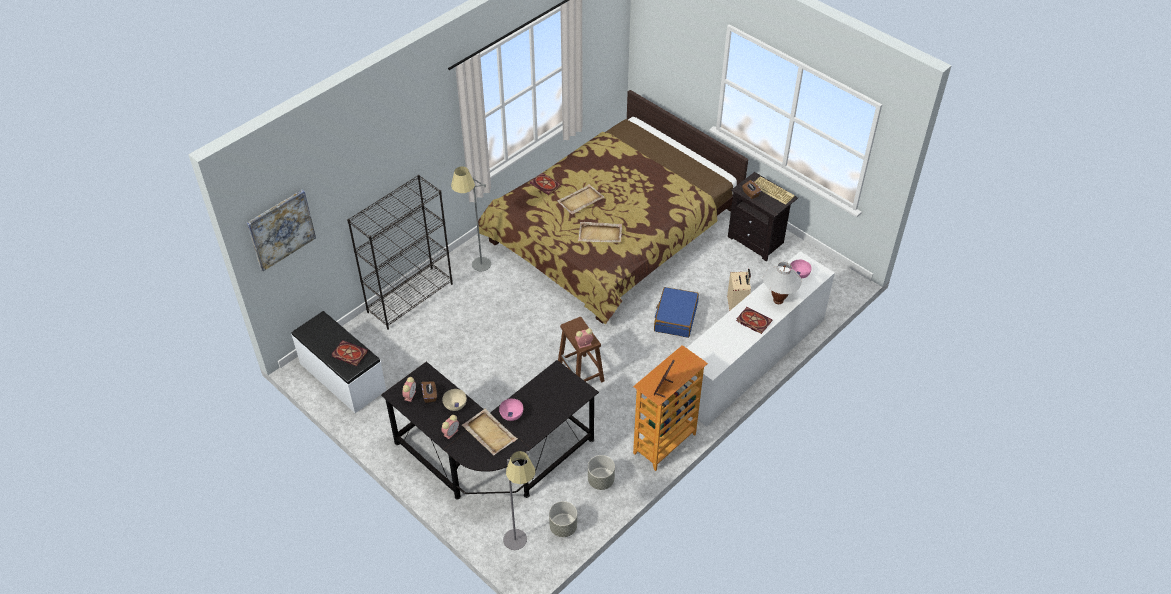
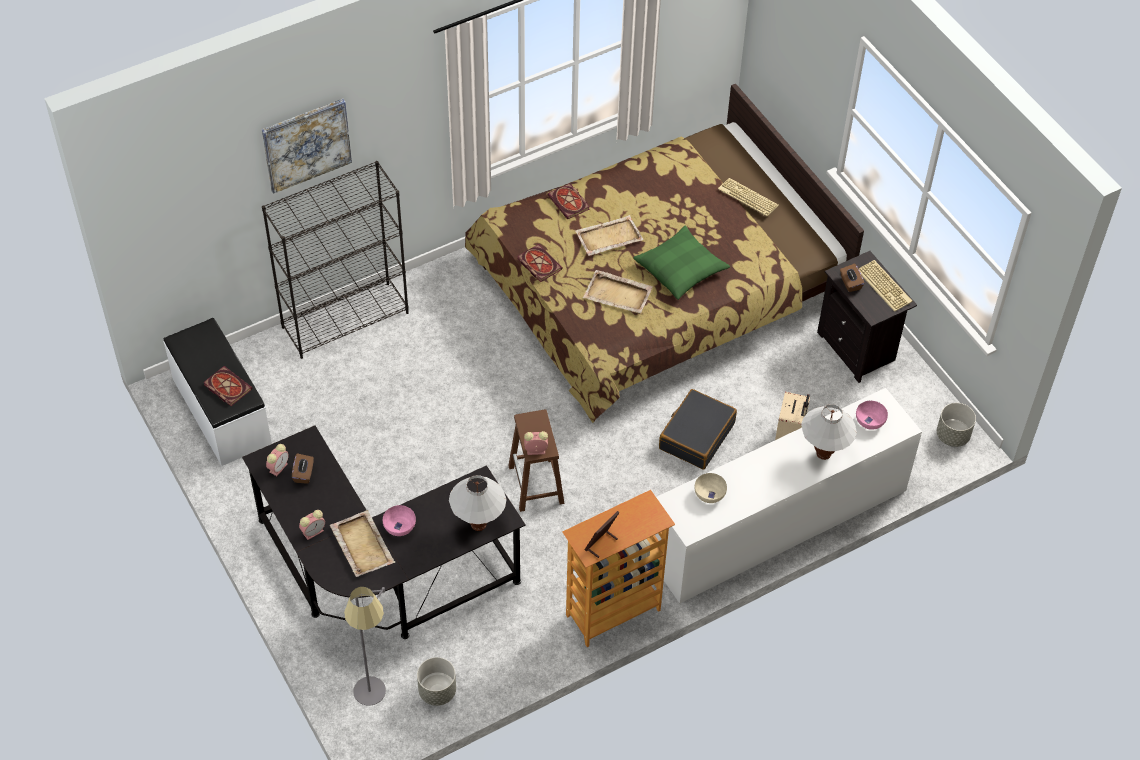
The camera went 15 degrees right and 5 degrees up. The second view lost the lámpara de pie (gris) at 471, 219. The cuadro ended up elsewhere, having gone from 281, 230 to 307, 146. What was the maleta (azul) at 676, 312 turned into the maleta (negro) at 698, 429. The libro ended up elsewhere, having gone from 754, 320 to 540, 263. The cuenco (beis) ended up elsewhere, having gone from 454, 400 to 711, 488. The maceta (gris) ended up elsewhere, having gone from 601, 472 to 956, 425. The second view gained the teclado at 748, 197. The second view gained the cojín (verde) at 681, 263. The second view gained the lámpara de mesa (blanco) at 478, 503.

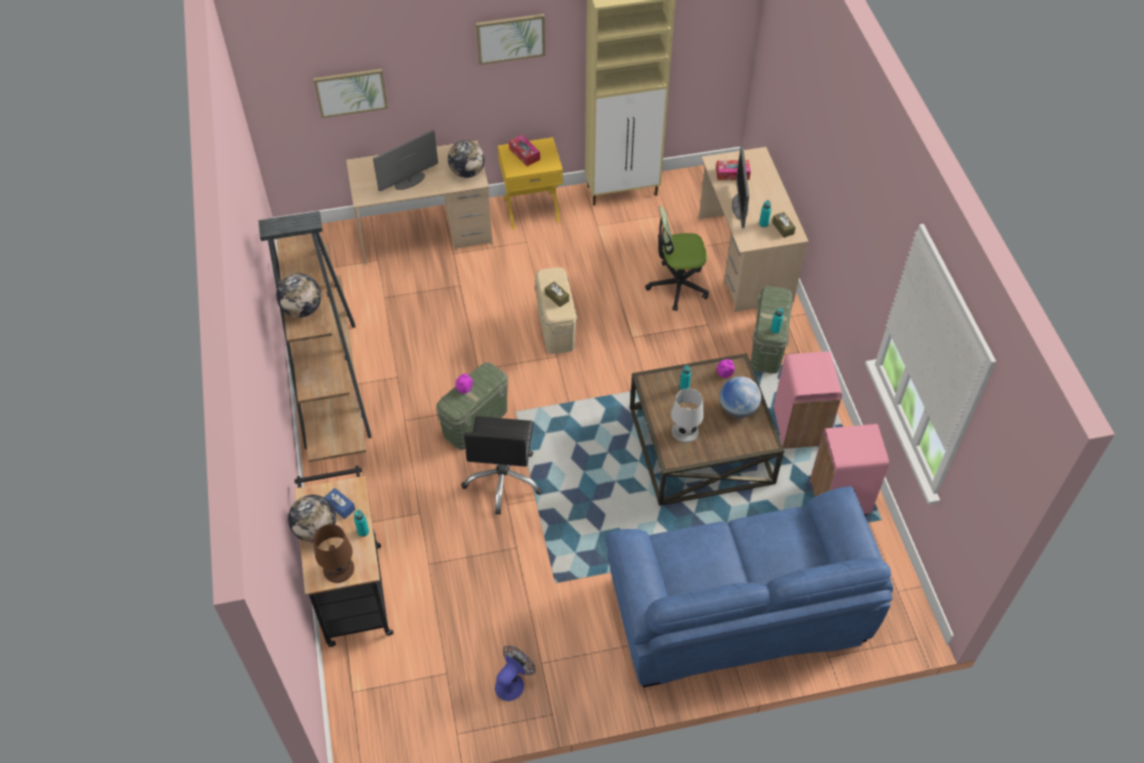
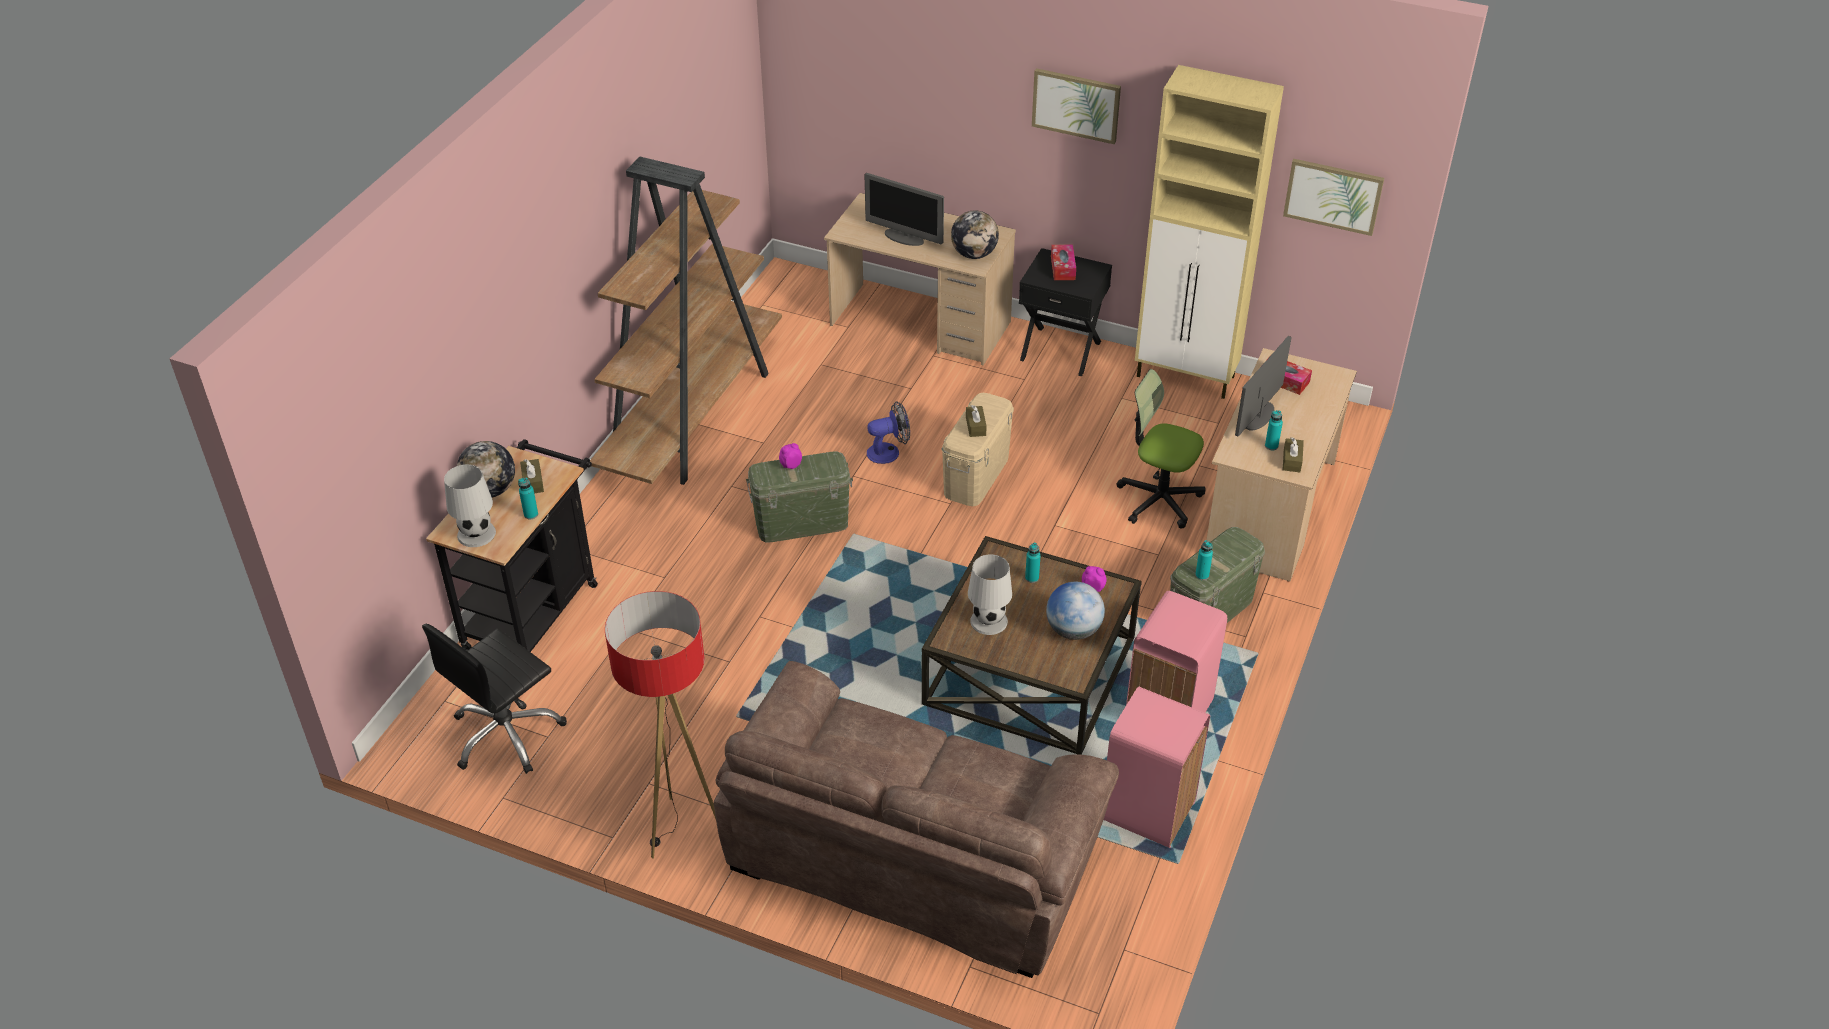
The camera went 35 degrees right and 10 degrees down. The cuadro ended up elsewhere, having gone from 350, 93 to 1333, 197. The monitor at 405, 160 ended up facing another way, 150 degrees counterclockwise from before. What was the mesita de noche (amarillo) at 530, 183 turned into the mesita de noche (negro) at 1065, 312. The second view lost the globo terráqueo at 298, 295. The silla de oficina (negro) ended up elsewhere, having gone from 502, 465 to 494, 699. What was the sofá (azul) at 749, 587 turned into the sofá (marrón) at 916, 819. What was the caja de pañuelos (azul) at 339, 503 turned into the caja de pañuelos (marrón) at 532, 476. What was the lámpara de mesa (marrón) at 333, 553 turned into the lámpara de mesa (blanco) at 470, 505. The ventilador ended up elsewhere, having gone from 515, 673 to 888, 432. The second view gained the lámpara de pie at 660, 725.

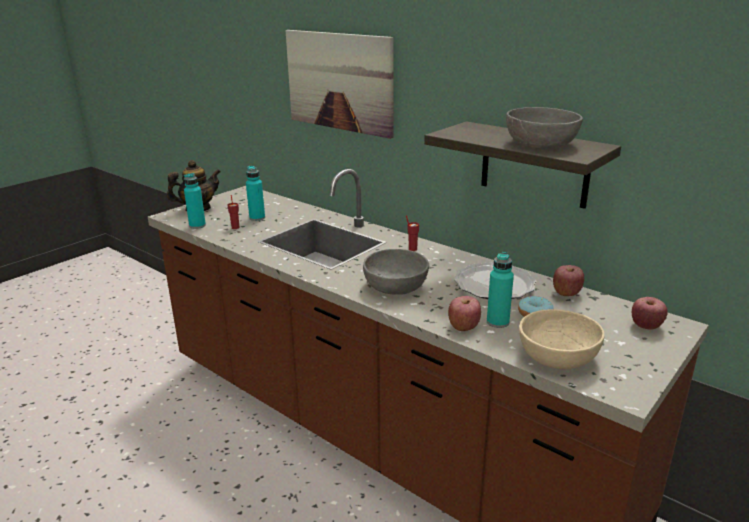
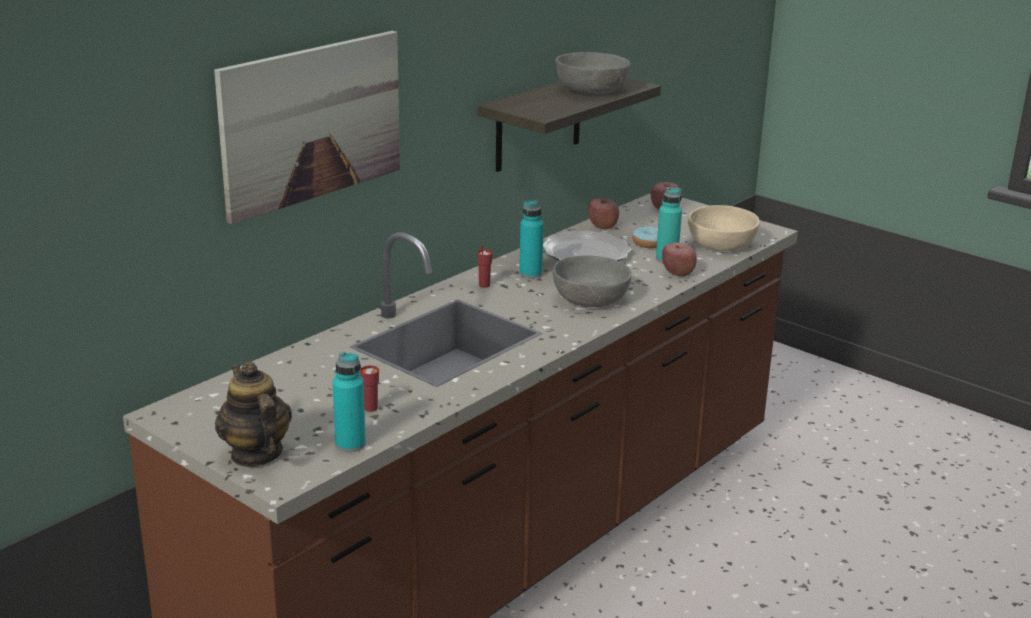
The camera went 90 degrees left and 0 degrees up. The botella (turquesa) ended up elsewhere, having gone from 255, 193 to 531, 239.

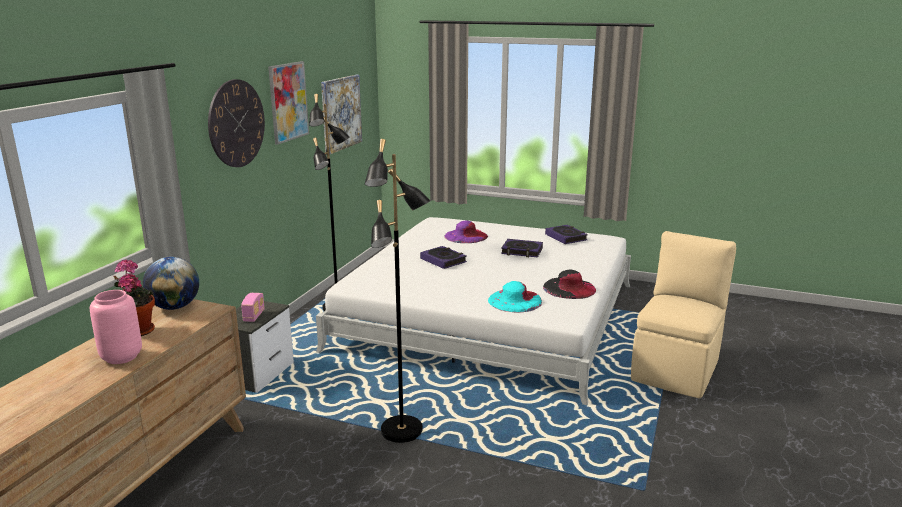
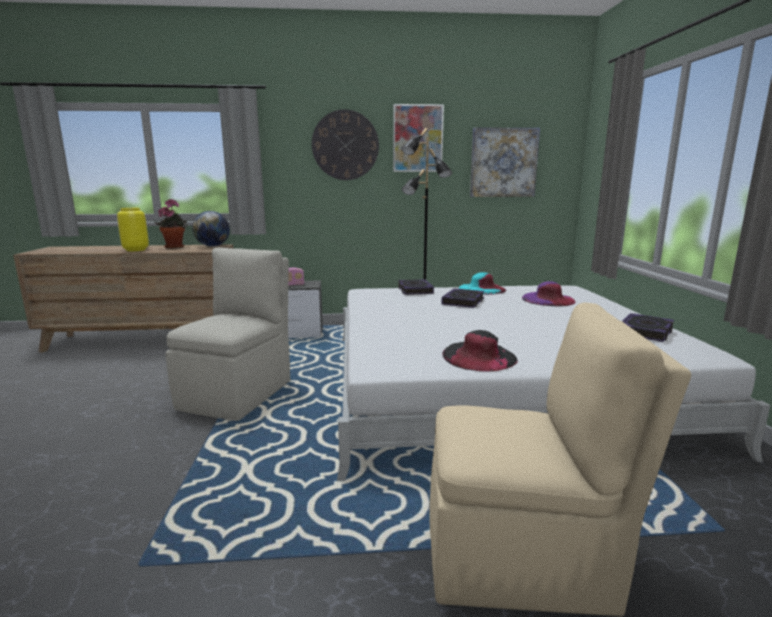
The camera went 65 degrees right and 5 degrees down. Where the lámpara de pie (negro) stood at 398, 291, the silla (beis) came to stand at 227, 334. The libro ended up elsewhere, having gone from 522, 248 to 416, 287. The sombrero (turquesa) ended up elsewhere, having gone from 515, 296 to 482, 283. What was the florero (rosa) at 116, 327 turned into the florero (amarillo) at 133, 229.

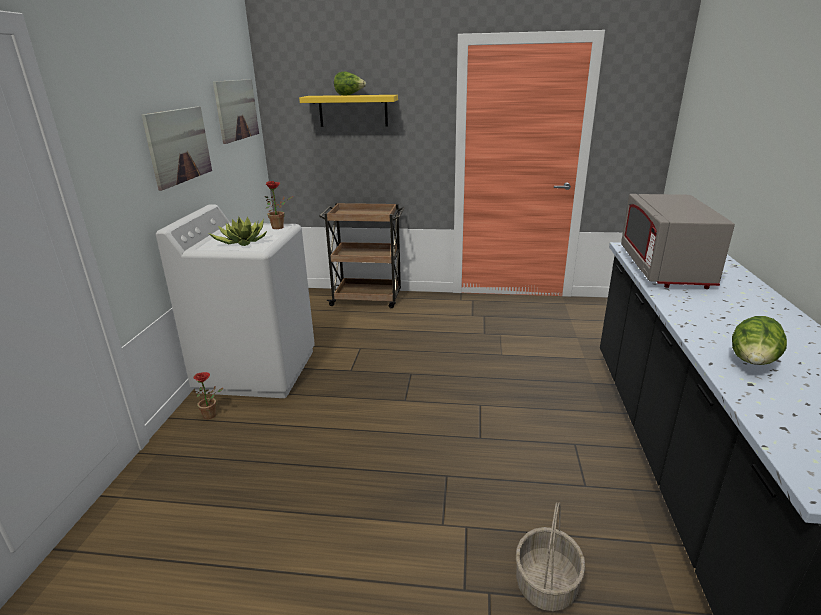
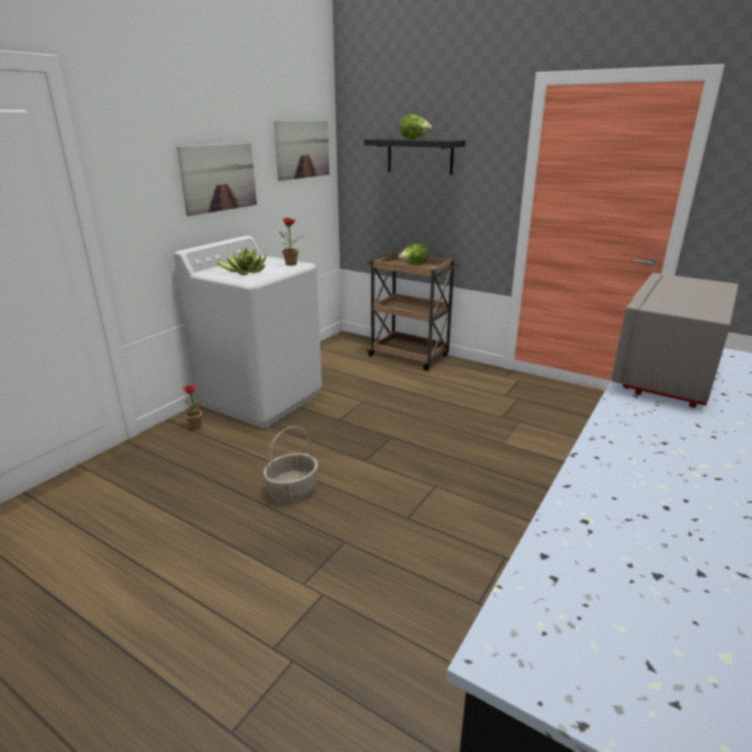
The camera went 25 degrees right and 0 degrees up. What was the estante (amarillo) at 348, 111 turned into the estante (negro) at 415, 157. The lechuga ended up elsewhere, having gone from 759, 340 to 414, 254. The cesta ended up elsewhere, having gone from 551, 556 to 290, 464.

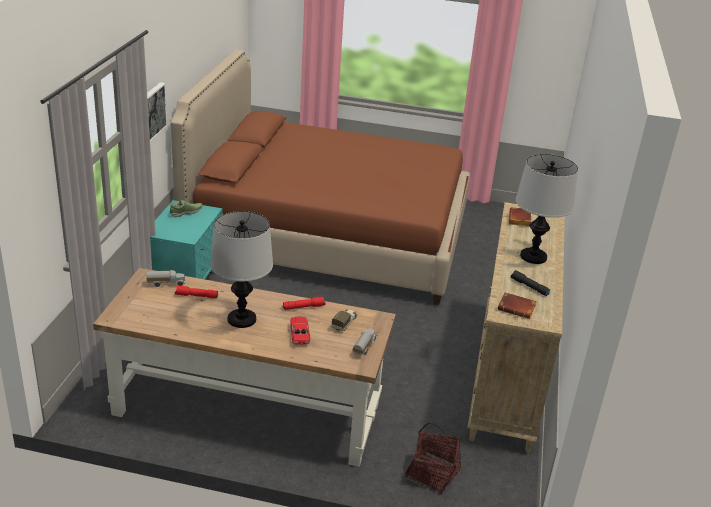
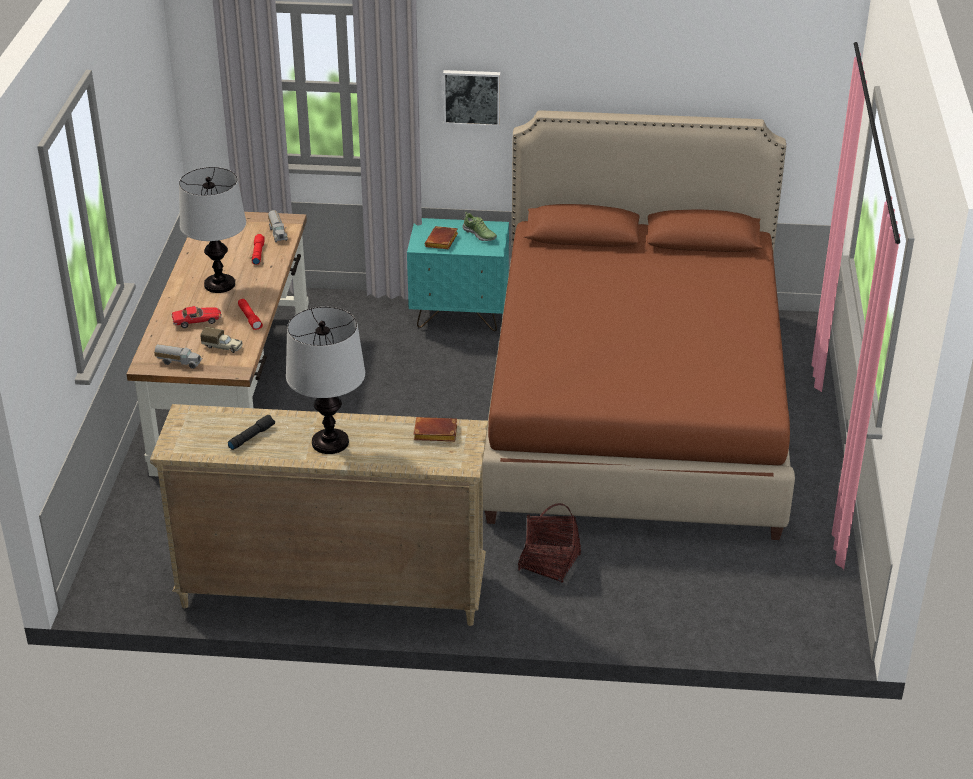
The camera went 85 degrees right and 5 degrees up. The libro (marrón) ended up elsewhere, having gone from 517, 305 to 441, 237. The cesta ended up elsewhere, having gone from 433, 459 to 549, 543.

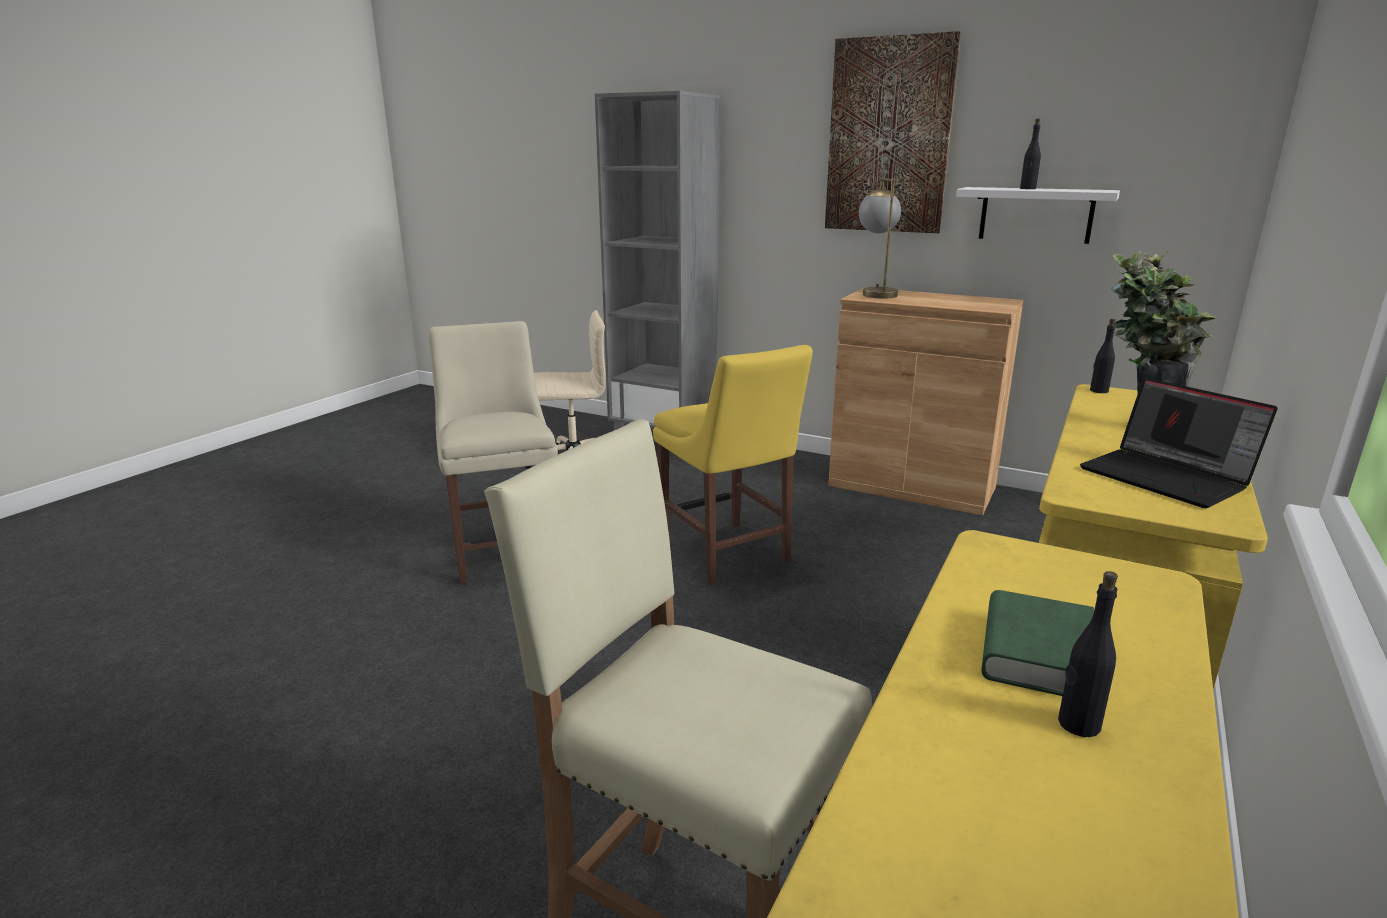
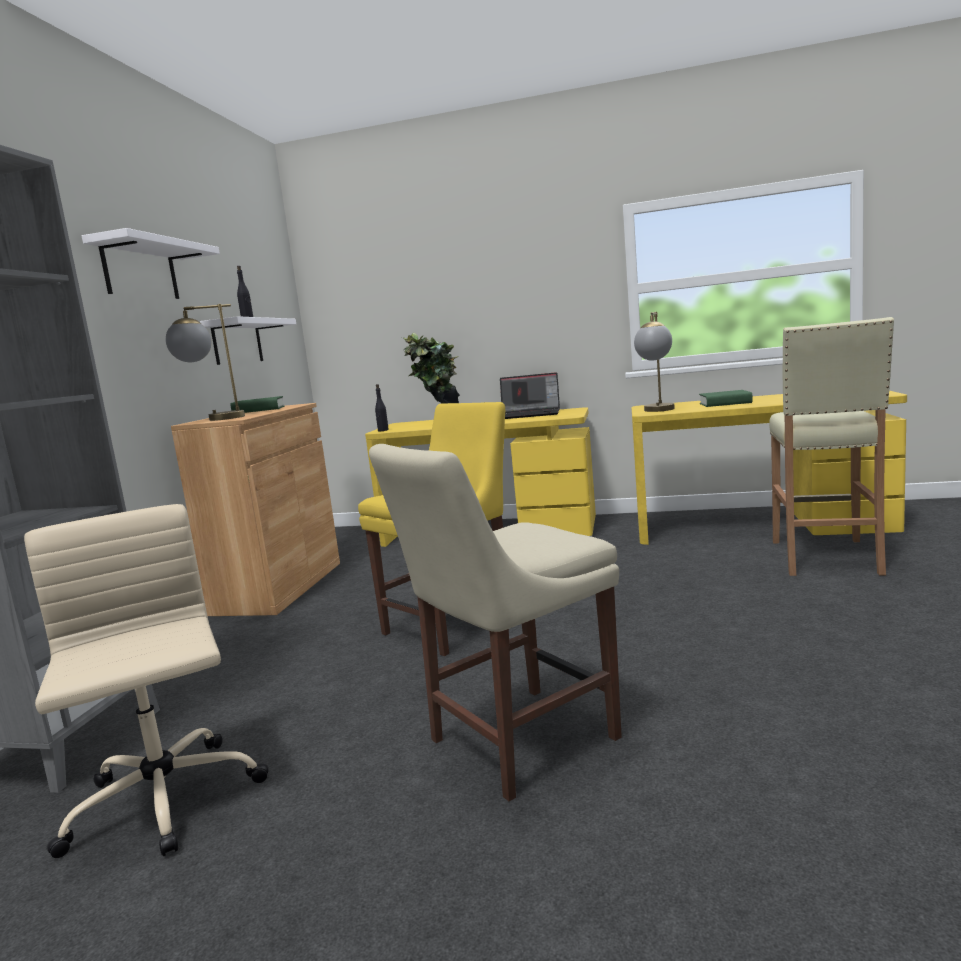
The camera went 105 degrees left and 10 degrees down. Where the cuadro hung at 893, 132, the estante (blanco) came to hang at 151, 263. The portátil at 1179, 443 ended up facing another way, 60 degrees clockwise from before. The second view lost the botella (negro) at 1088, 654. The second view gained the lámpara de mesa at 654, 362. The second view gained the libro (verde) at 258, 404.

